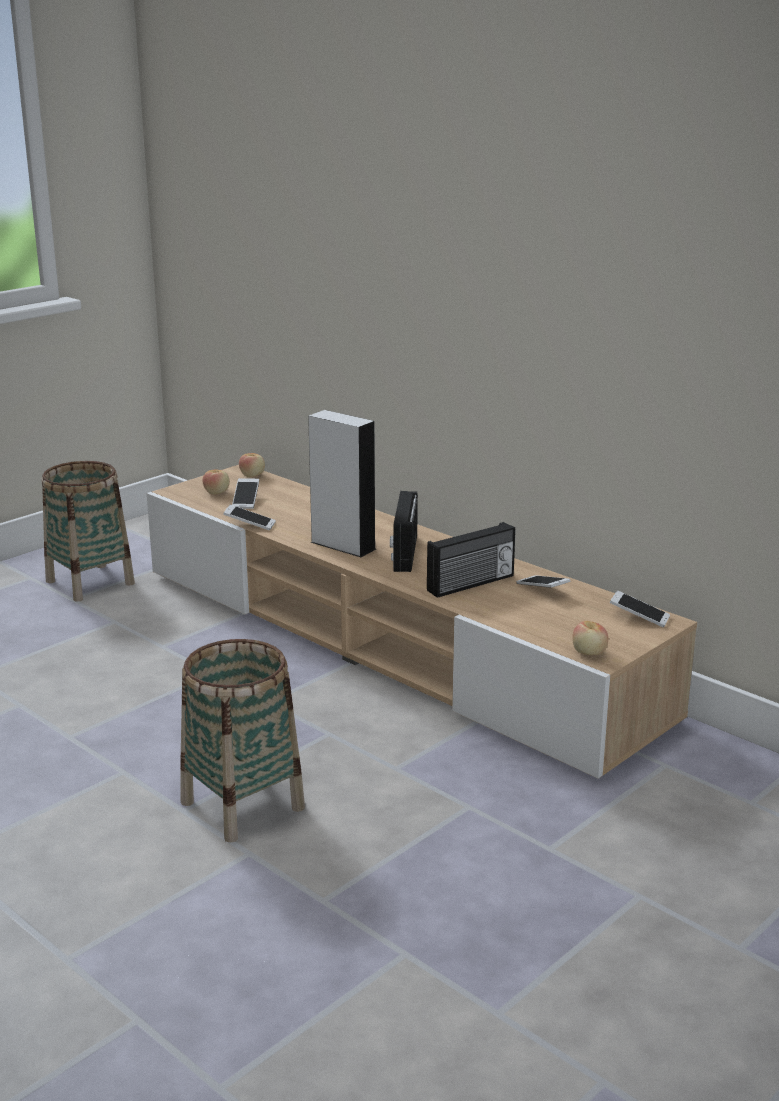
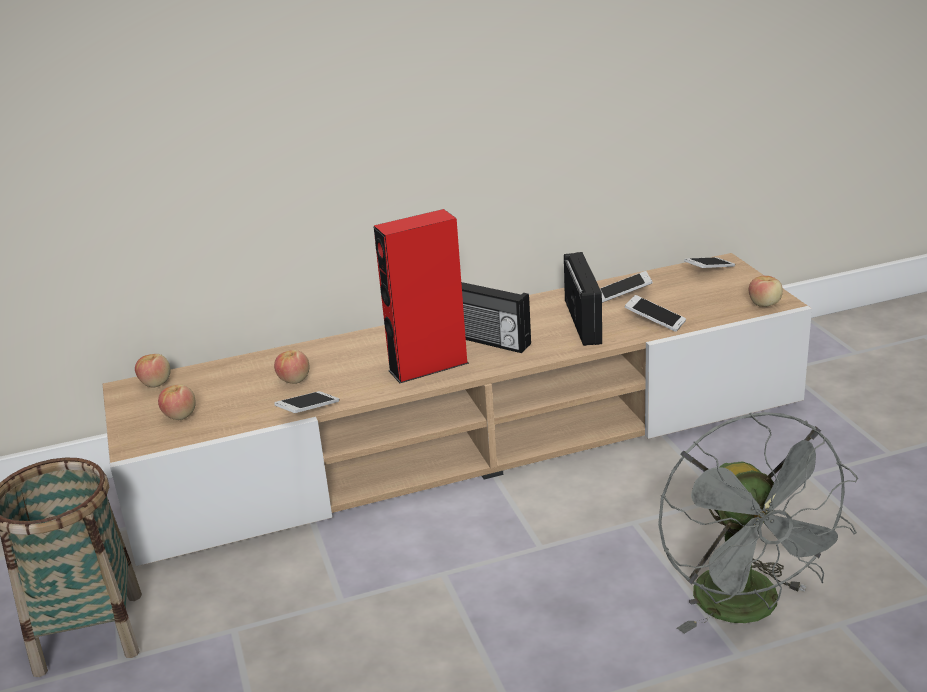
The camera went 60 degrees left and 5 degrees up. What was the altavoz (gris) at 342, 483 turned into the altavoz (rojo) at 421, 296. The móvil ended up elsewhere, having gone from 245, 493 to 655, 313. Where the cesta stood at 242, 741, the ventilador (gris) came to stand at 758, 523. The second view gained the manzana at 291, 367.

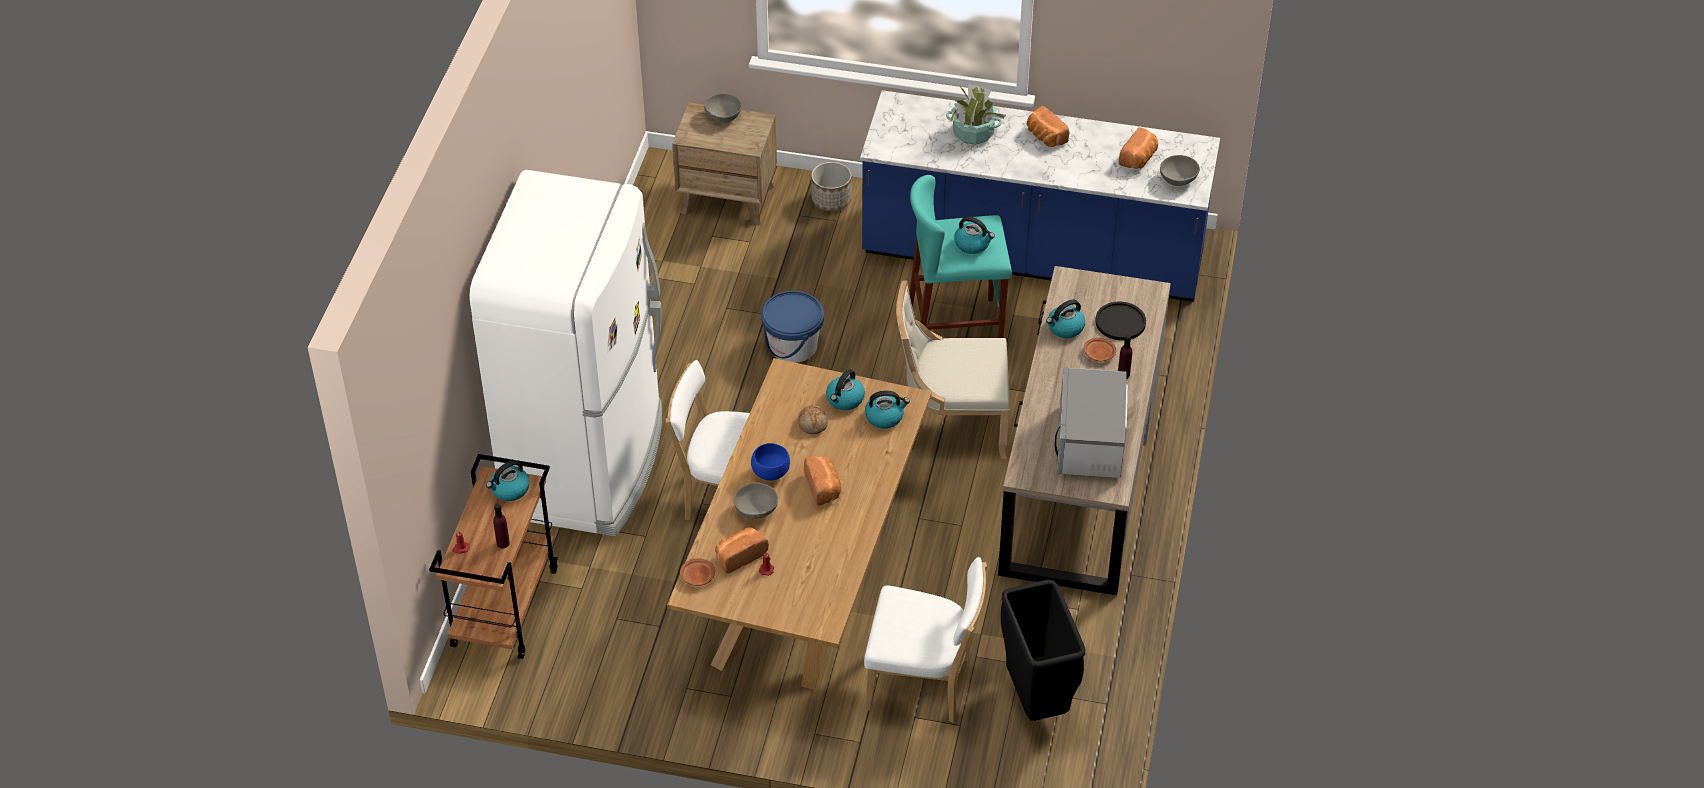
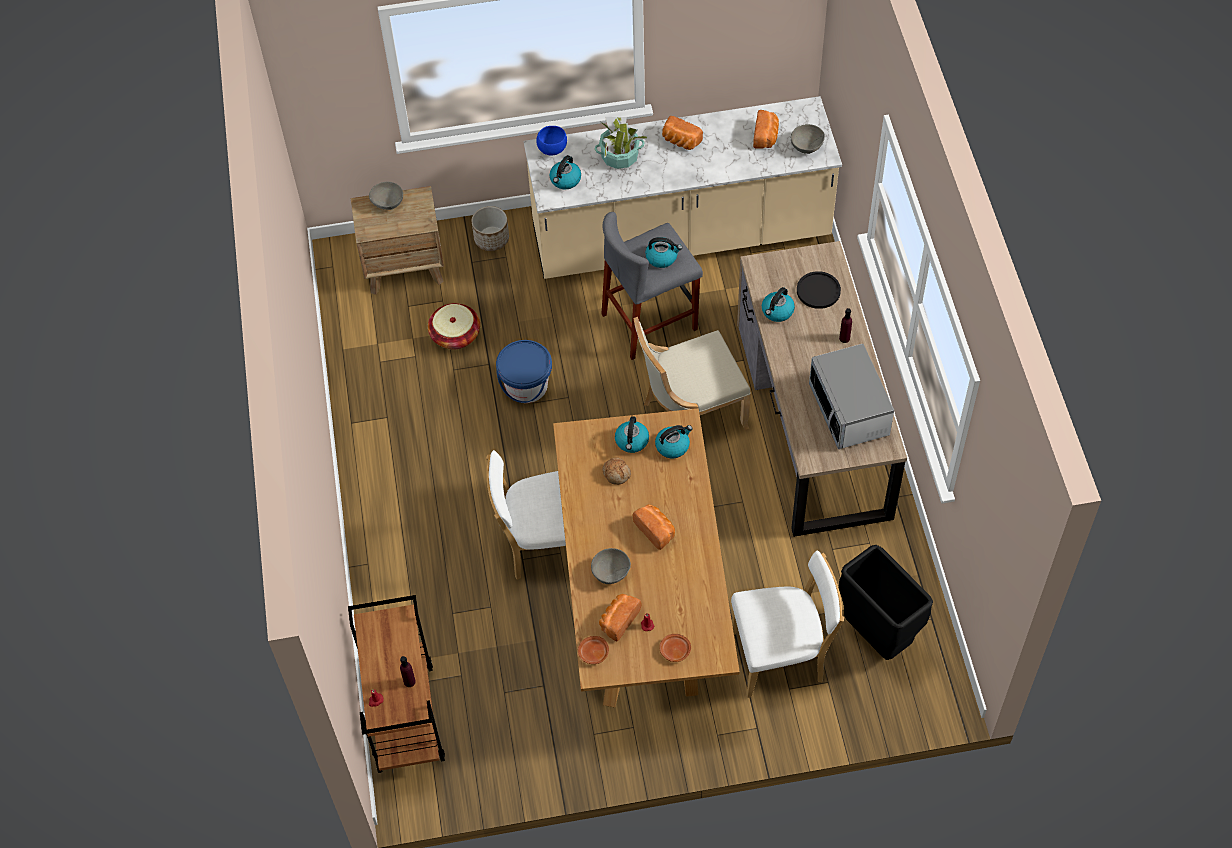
The camera went 20 degrees left and 10 degrees up. What was the mueble bajo de cocina (azul) at 1040, 196 turned into the mueble bajo de cocina (beis) at 683, 187. The second view lost the nevera (blanco) at 566, 353. What was the taburete (turquesa) at 960, 256 turned into the taburete (gris) at 652, 286. The plato (marrón) ended up elsewhere, having gone from 1100, 349 to 675, 648. The cuenco (azul) ended up elsewhere, having gone from 770, 462 to 552, 140. The hervidor ended up elsewhere, having gone from 508, 480 to 565, 172. The second view gained the cesta at 454, 326.

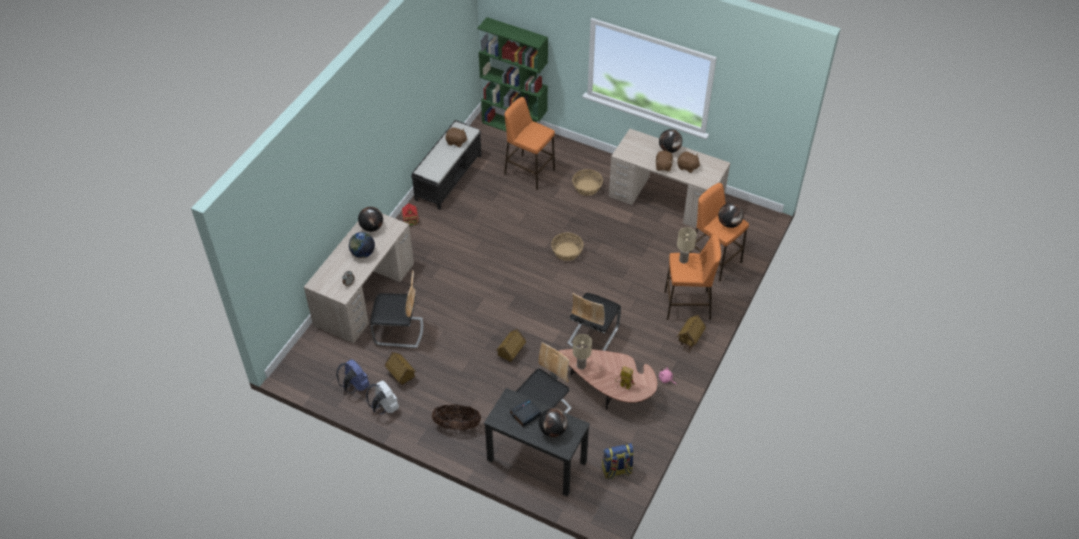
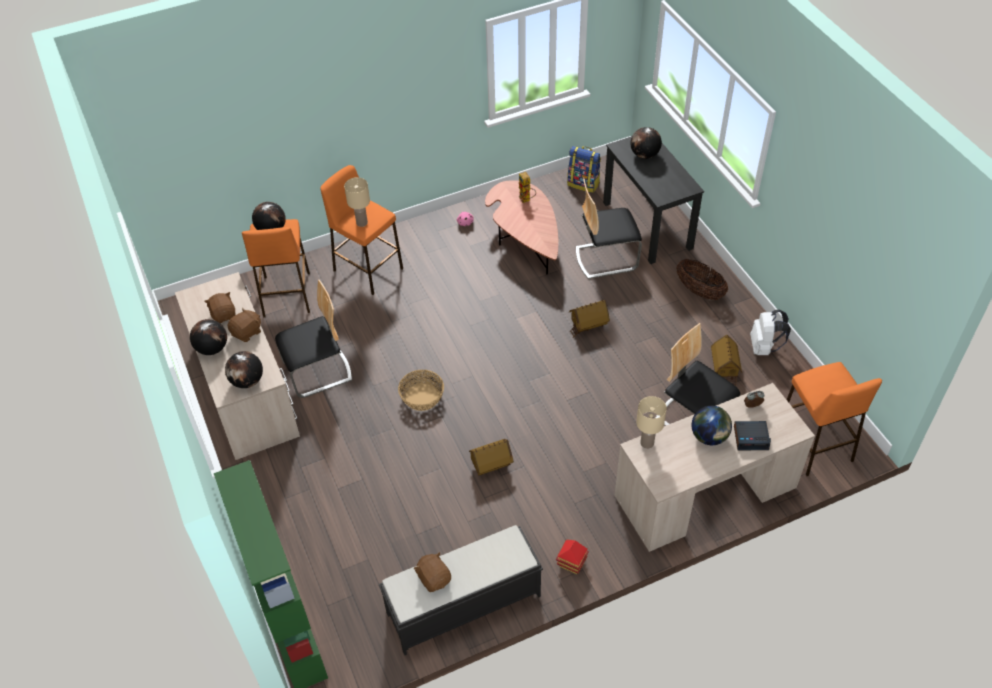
The camera went 140 degrees left and 0 degrees up. The taburete (naranja) ended up elsewhere, having gone from 529, 143 to 834, 419. The second view lost the cesta at 587, 182. The globo terráqueo ended up elsewhere, having gone from 370, 219 to 244, 369. The silla ended up elsewhere, having gone from 594, 322 to 313, 339. The casita ended up elsewhere, having gone from 691, 334 to 491, 457. The lámpara de mesa (beis) ended up elsewhere, having gone from 582, 352 to 651, 422. The second view lost the mochila (azul) at 353, 376. The despertador ended up elsewhere, having gone from 525, 412 to 752, 435.

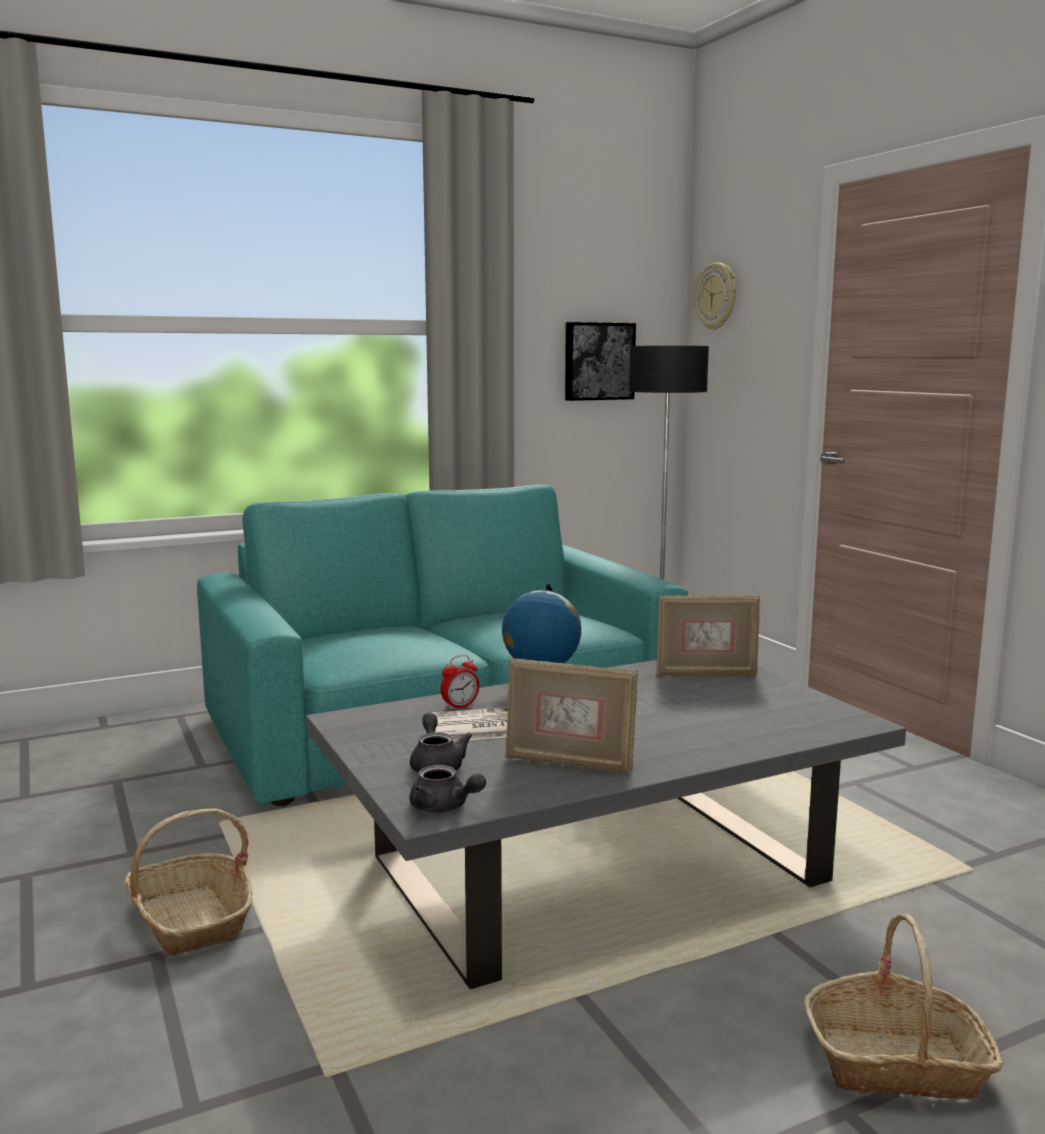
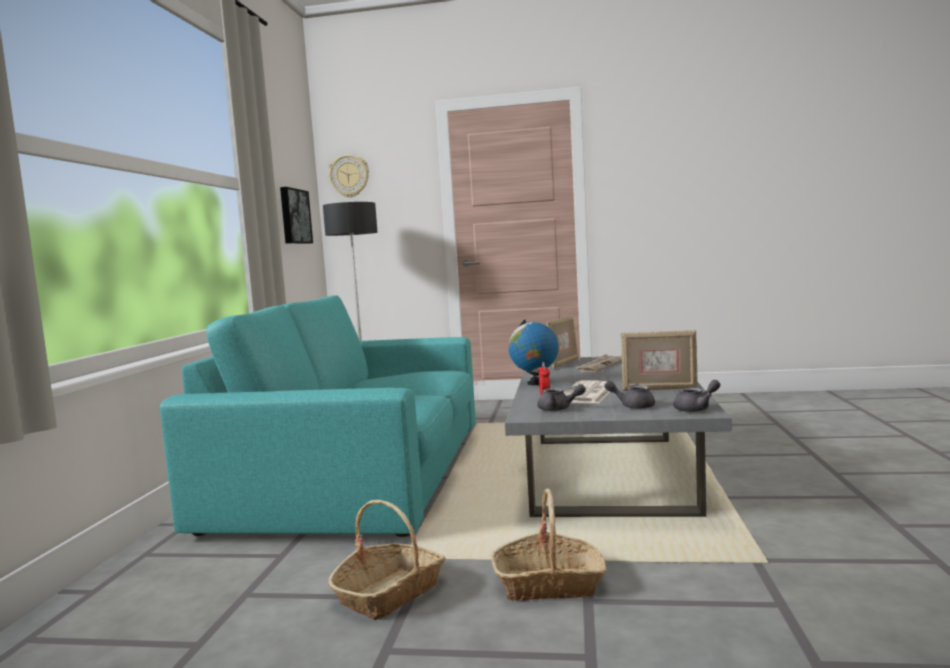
The camera went 55 degrees left and 5 degrees down. The portarretratos at 571, 716 ended up facing another way, 45 degrees clockwise from before. The cesta ended up elsewhere, having gone from 904, 1006 to 386, 560. The second view gained the periódico at 599, 363. The second view gained the tetera (gris) at 562, 397.

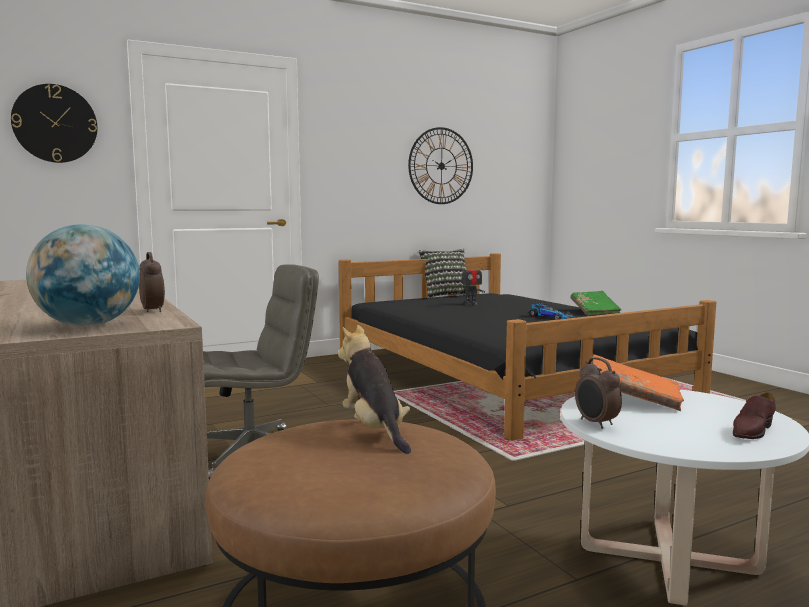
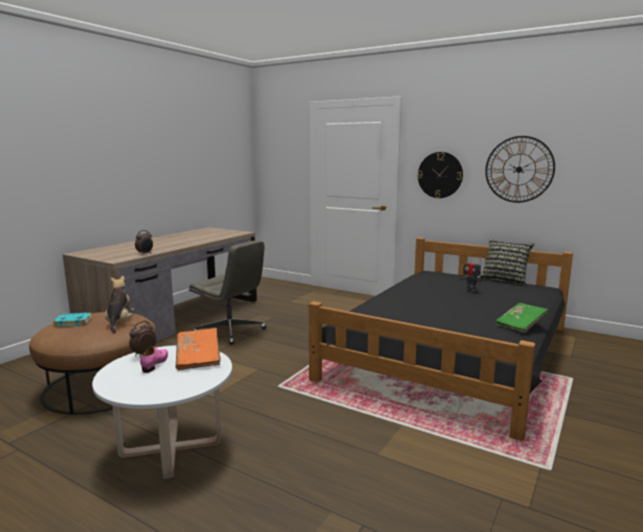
The camera went 60 degrees right and 5 degrees up. The reloj de pared ended up elsewhere, having gone from 54, 123 to 440, 175. The second view lost the globo terráqueo at 83, 275. The second view lost the coche de juguete at 552, 311. The peluche at 374, 389 ended up facing another way, 45 degrees counterclockwise from before. The second view lost the zapato (marrón) at 754, 415. The second view gained the libro (turquesa) at 72, 320. The second view gained the zapato (rosa) at 154, 359.

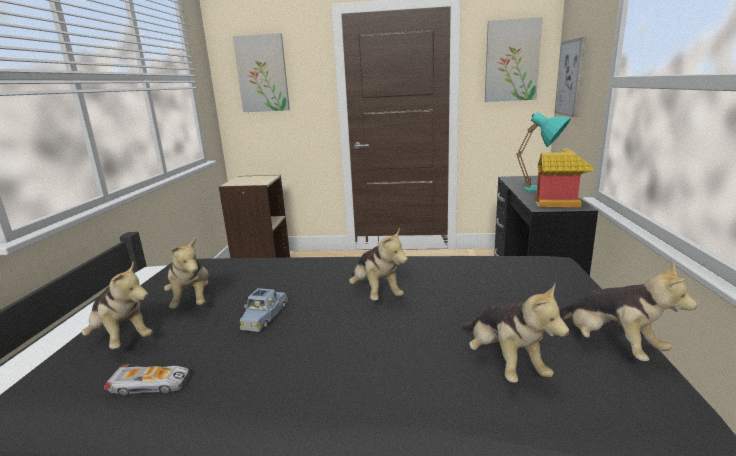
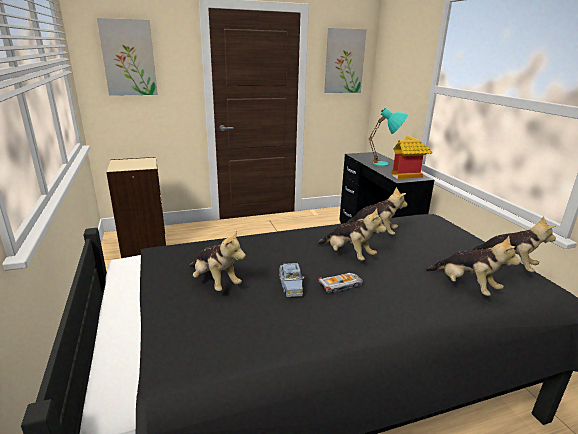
The camera went 25 degrees left and 5 degrees up. The second view lost the cuadro at 570, 77. The peluche ended up elsewhere, having gone from 117, 305 to 376, 211. The coche de juguete ended up elsewhere, having gone from 146, 380 to 340, 283.

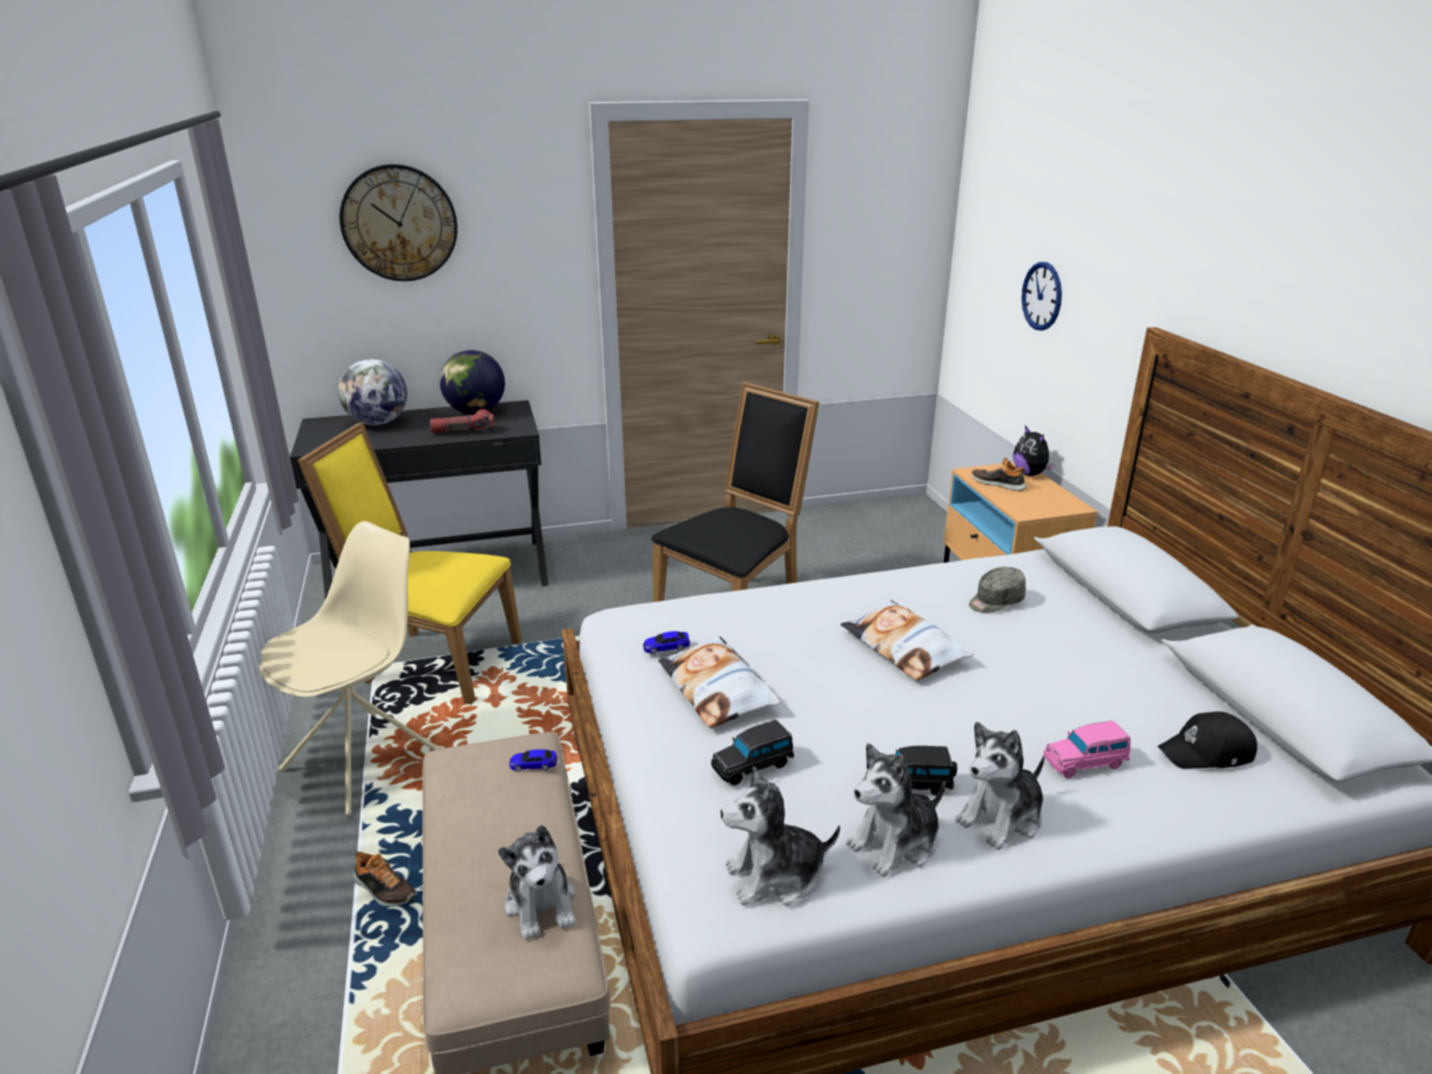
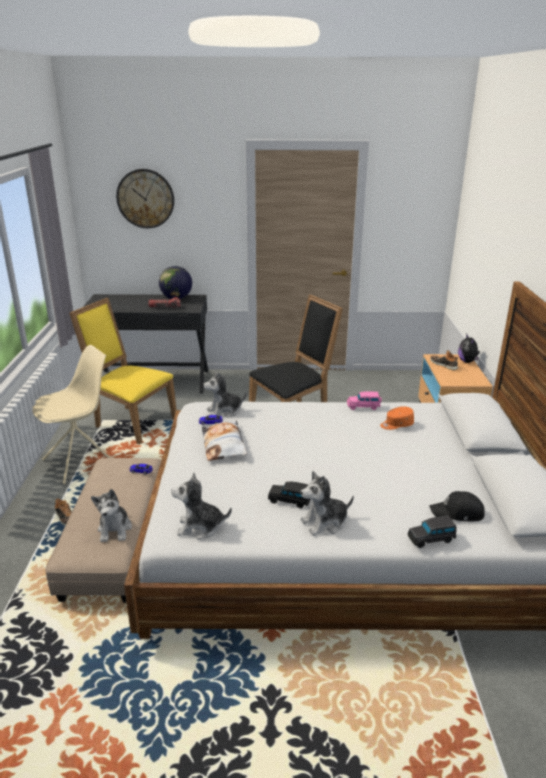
The camera went 15 degrees right and 0 degrees up. The second view lost the reloj de pared at 1042, 296. The second view lost the globo terráqueo at 372, 392. What was the gorra (gris) at 997, 590 turned into the gorra (naranja) at 397, 418. The second view lost the cojín at 907, 640. The coche de juguete (negro) ended up elsewhere, having gone from 752, 752 to 432, 531. The coche de juguete (rosa) ended up elsewhere, having gone from 1087, 749 to 364, 400. The peluche ended up elsewhere, having gone from 896, 810 to 225, 394.

